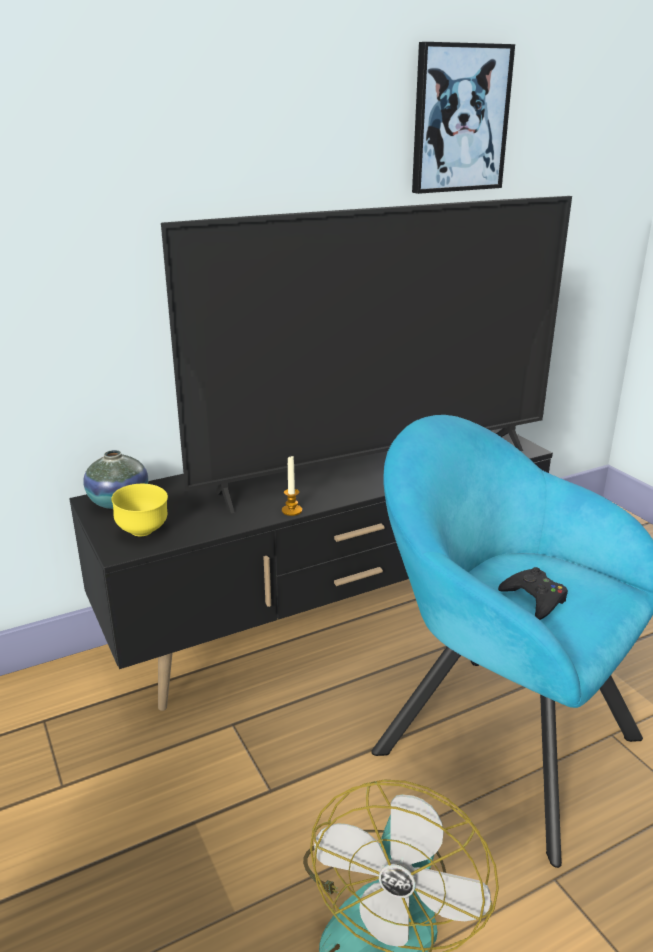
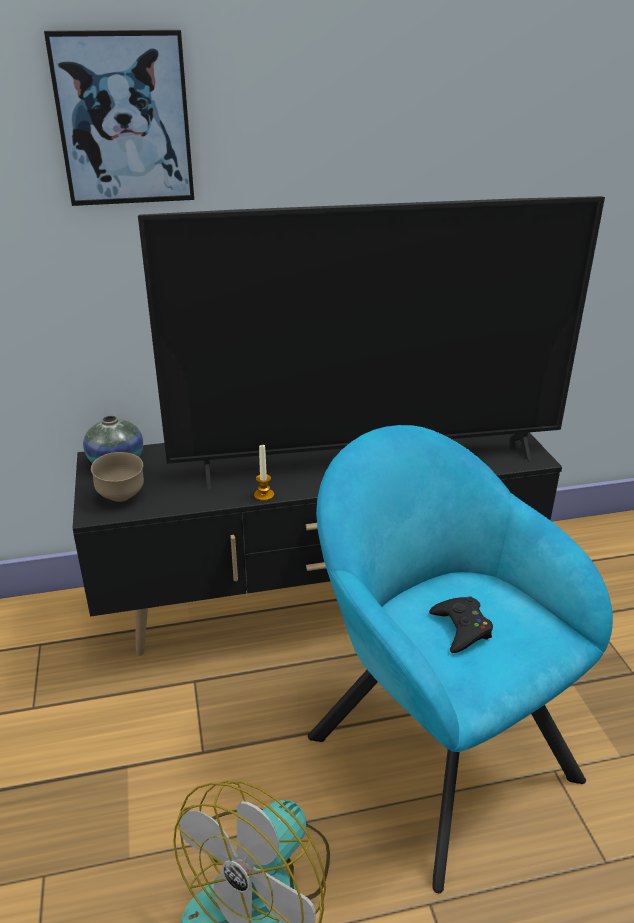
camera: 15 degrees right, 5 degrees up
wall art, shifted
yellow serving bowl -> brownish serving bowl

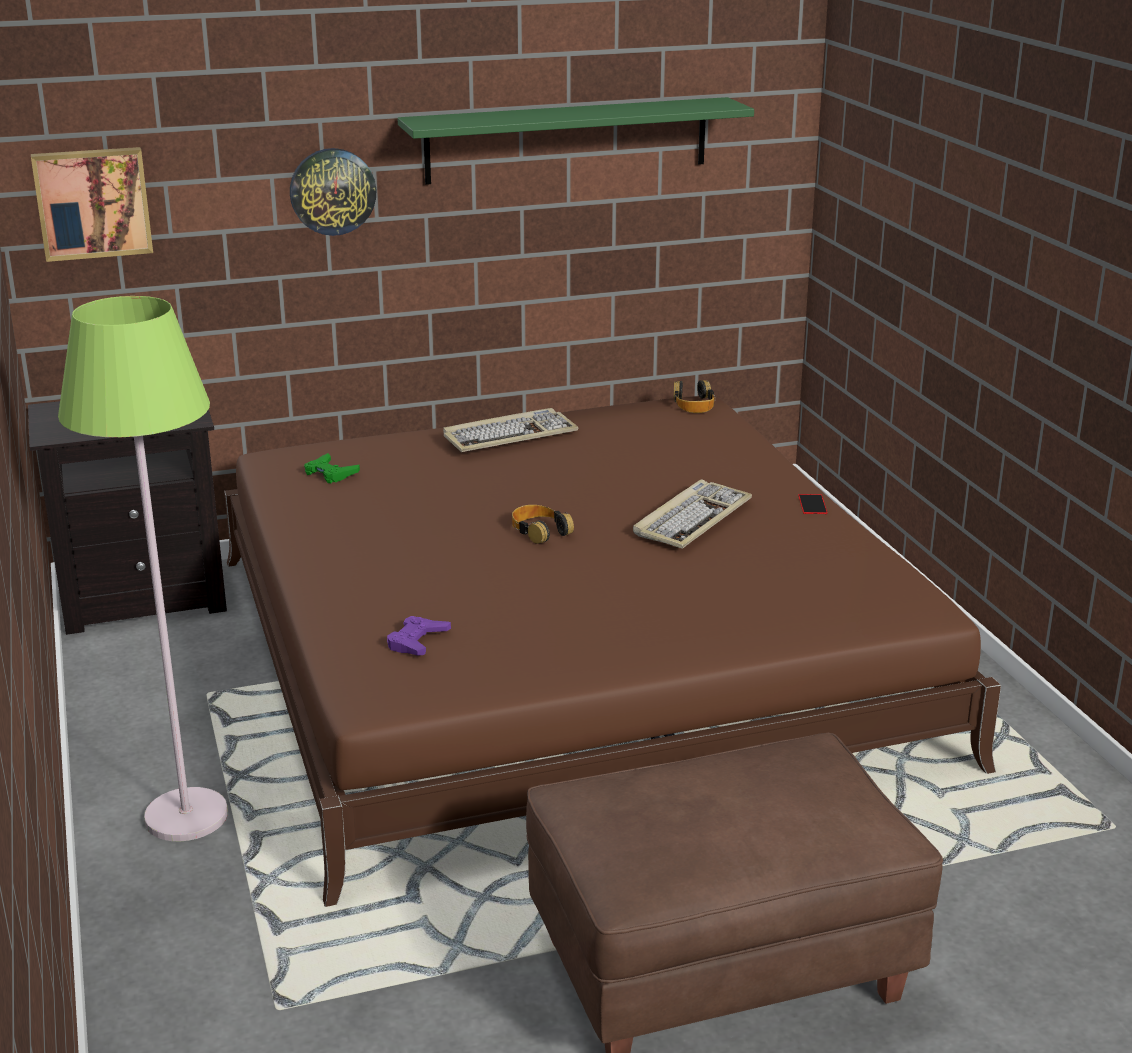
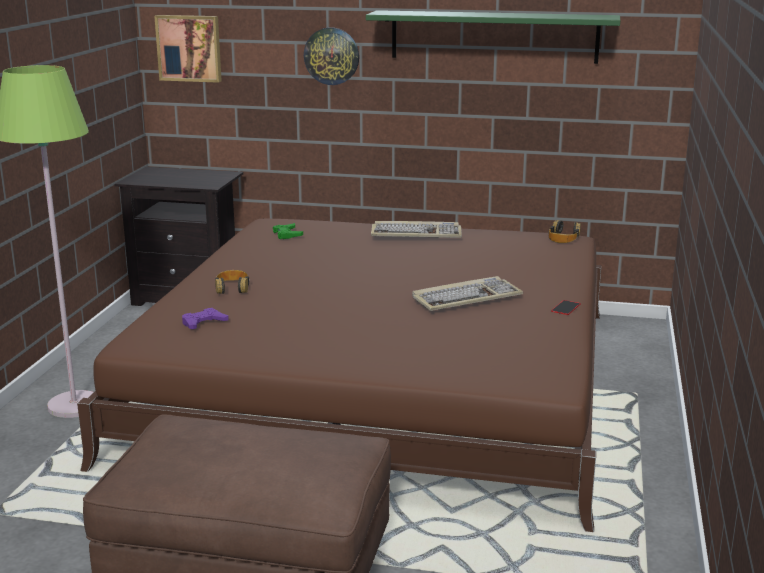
camera: 30 degrees right, 5 degrees down
headset (no. 1 from left), shifted

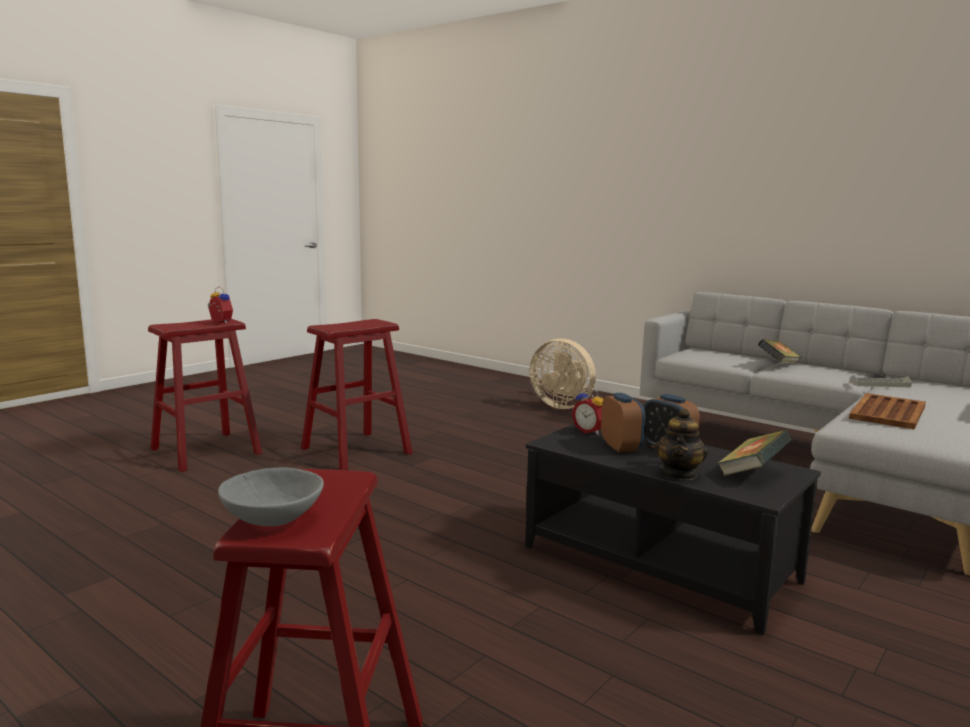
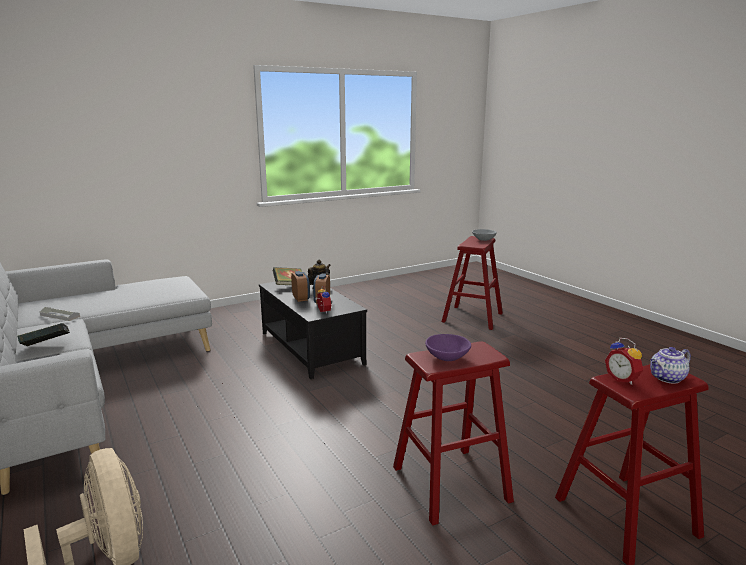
camera: 160 degrees left, 5 degrees up
none -> purple-coloured serving bowl
none -> pot for tea (no. 2 from left)
brownish tray -> none

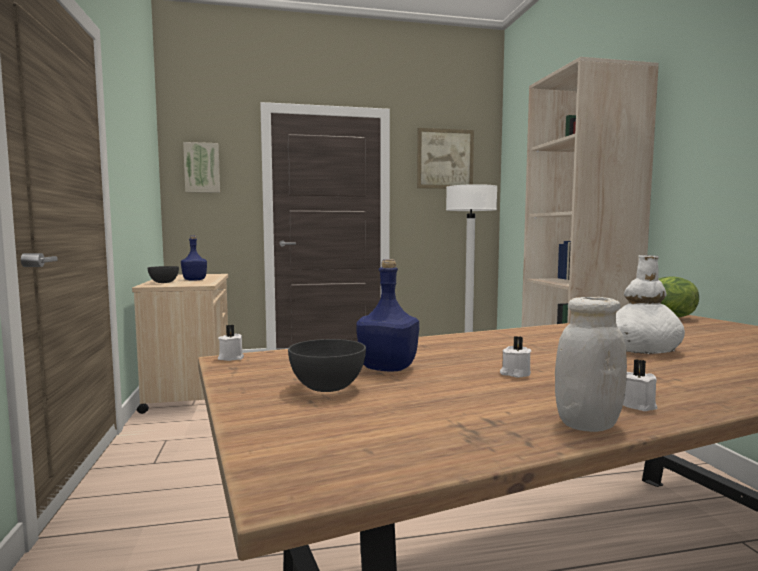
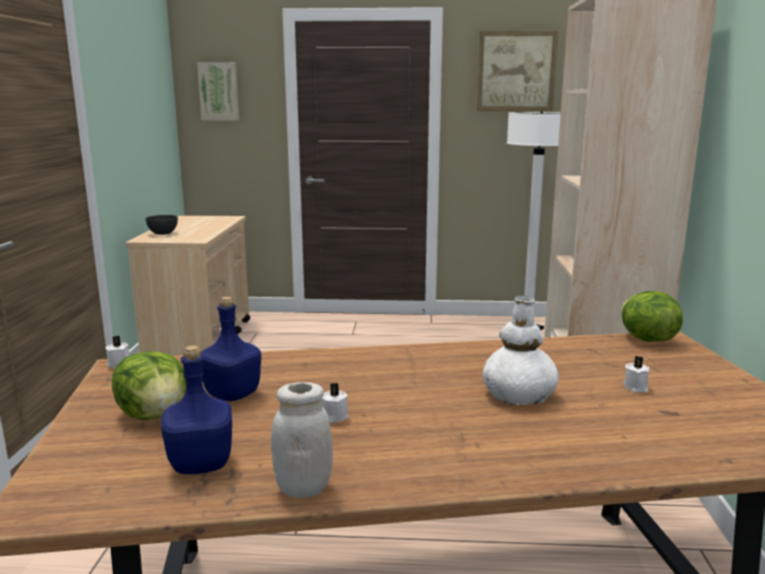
camera: 15 degrees right, 10 degrees up
greyish serving bowl (no. 2 from left) -> lettuce head (no. 1 from left)
blue bottle (no. 1 from left), shifted
white candle (no. 3 from left), shifted

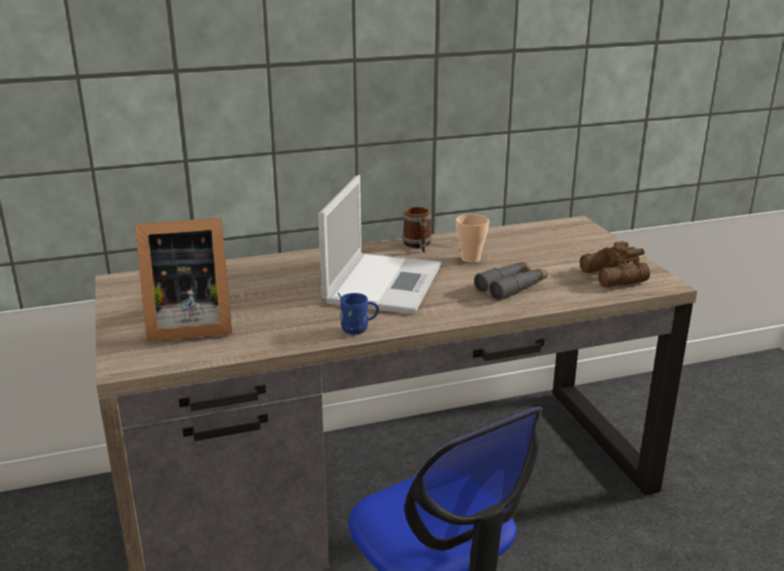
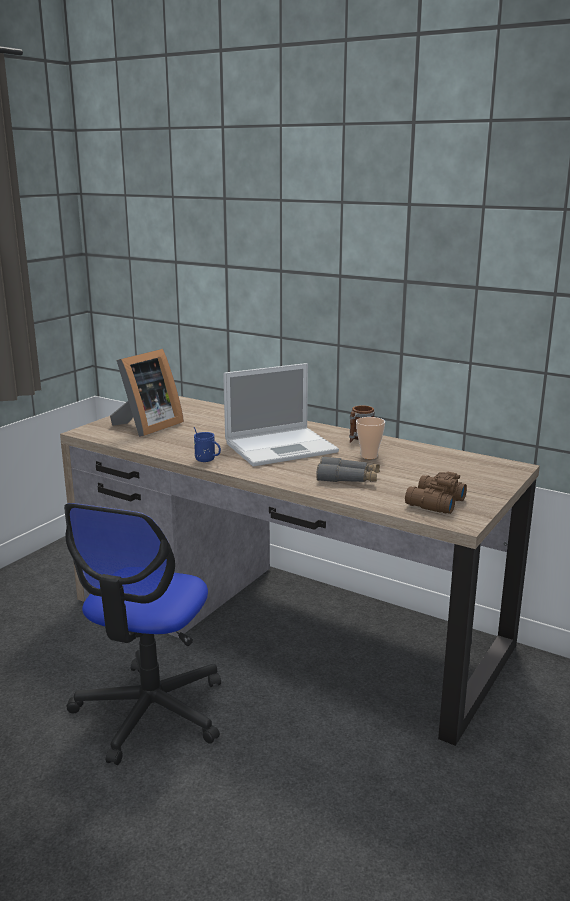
camera: 50 degrees right, 5 degrees down
photo frame, 90 degrees counterclockwise

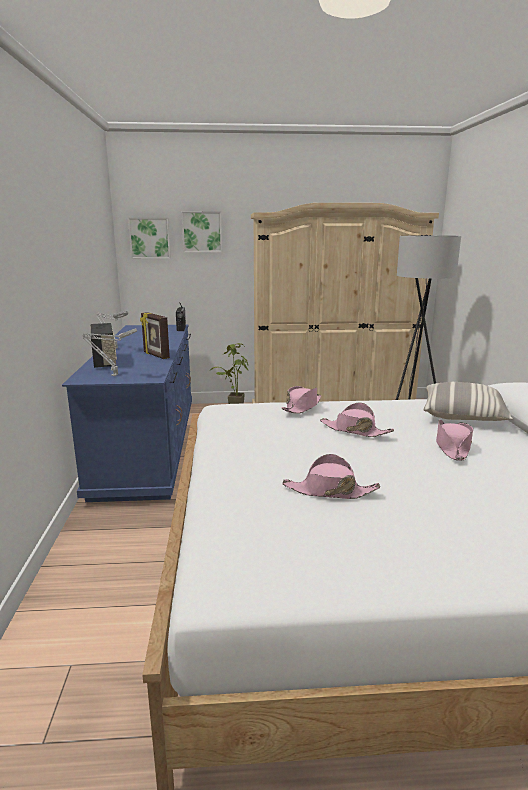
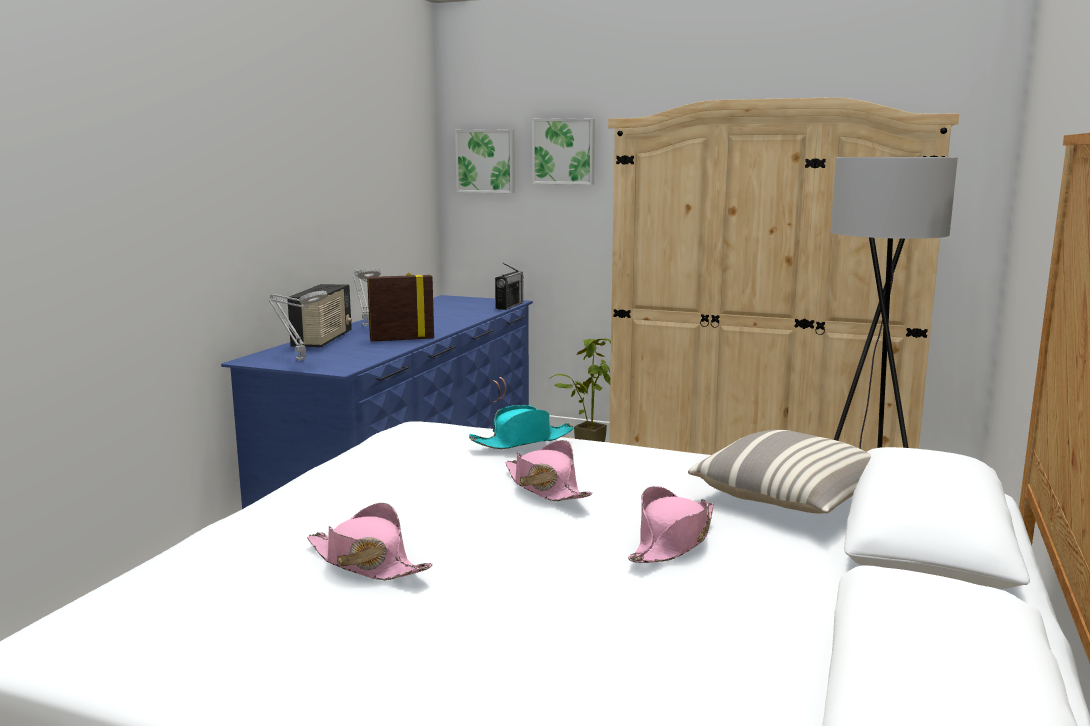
camera: 25 degrees right, 5 degrees down
photo frame, 90 degrees clockwise
pink clothing hat (no. 1 from left) -> blue-green clothing hat

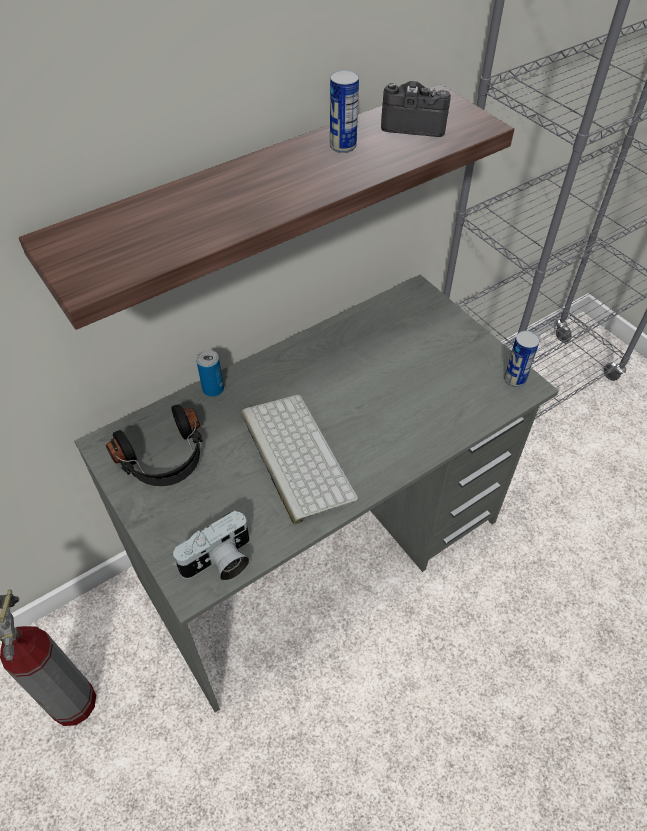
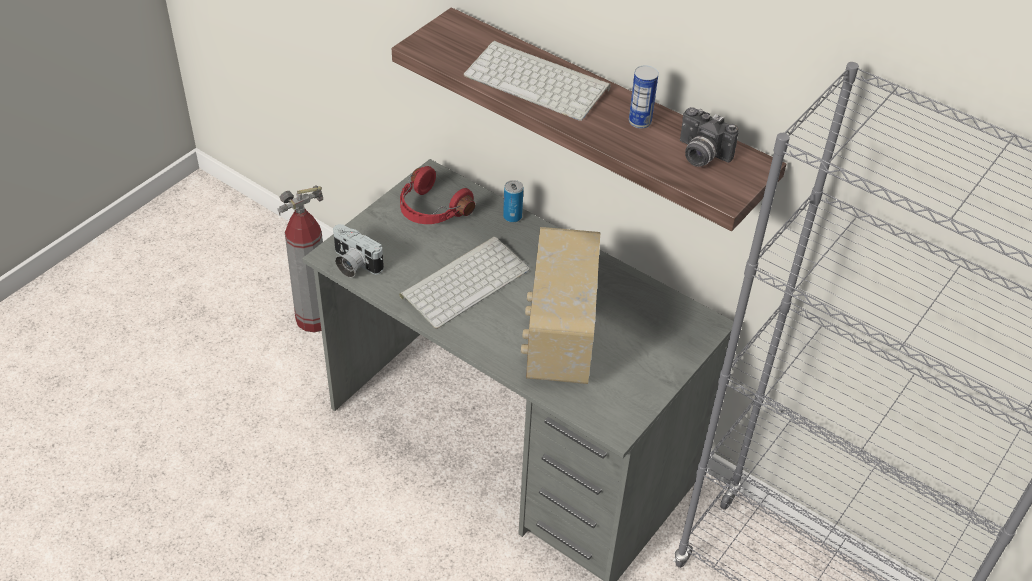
camera: 70 degrees right, 5 degrees down
blackish headset -> reddish headset
none -> computer keyboard (no. 2 from left)
none -> radio receiver
photo camera (no. 2 from left), 135 degrees clockwise
can (no. 3 from left) -> none

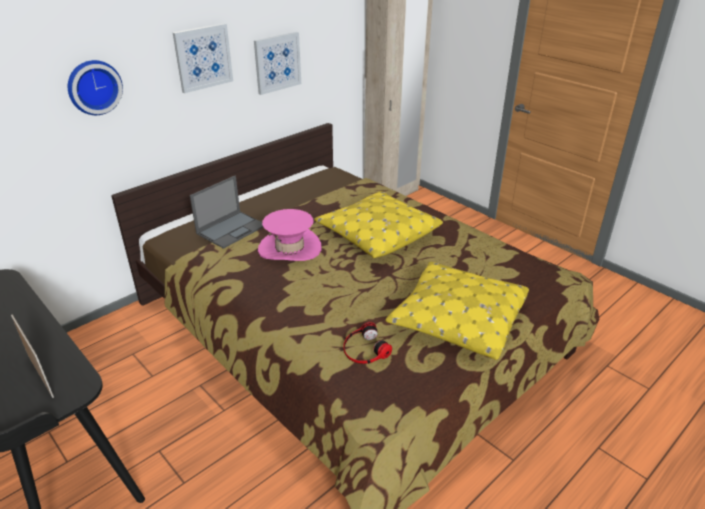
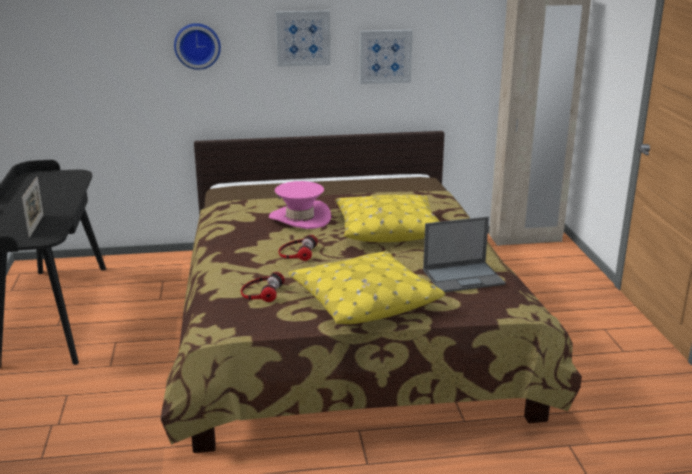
camera: 35 degrees right, 10 degrees down
none -> headset (no. 2 from left)
notebook computer, shifted

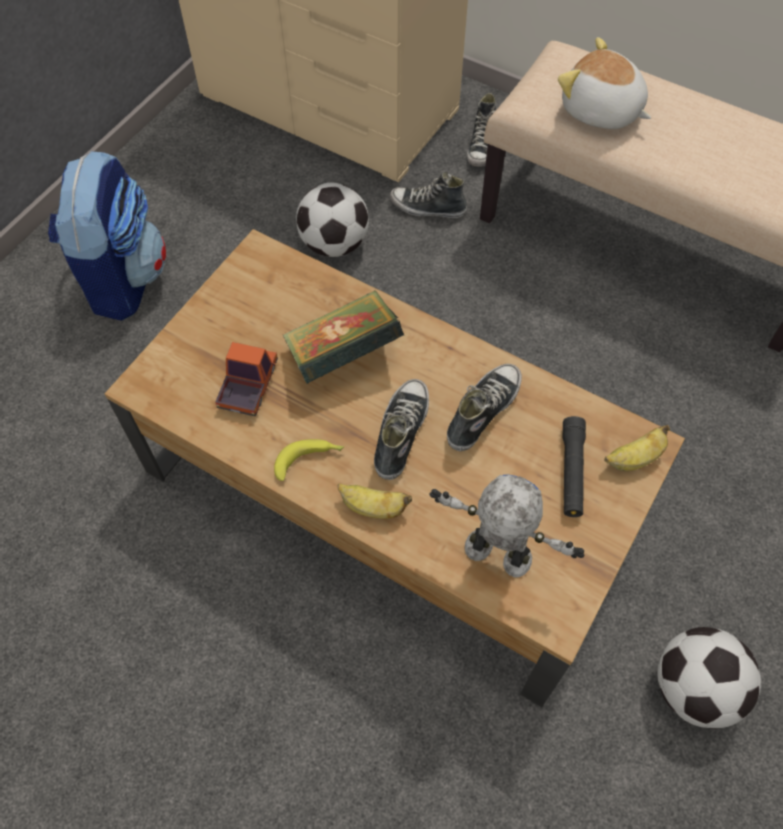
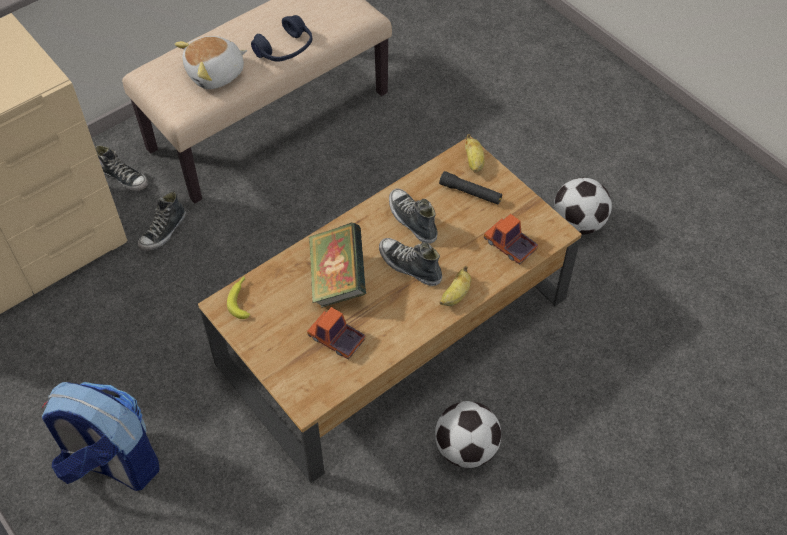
camera: 70 degrees left, 5 degrees down
banana (no. 1 from left), shifted
none -> blue headset
ball for football (no. 1 from left), shifted
toy robot -> model truck (no. 2 from left)

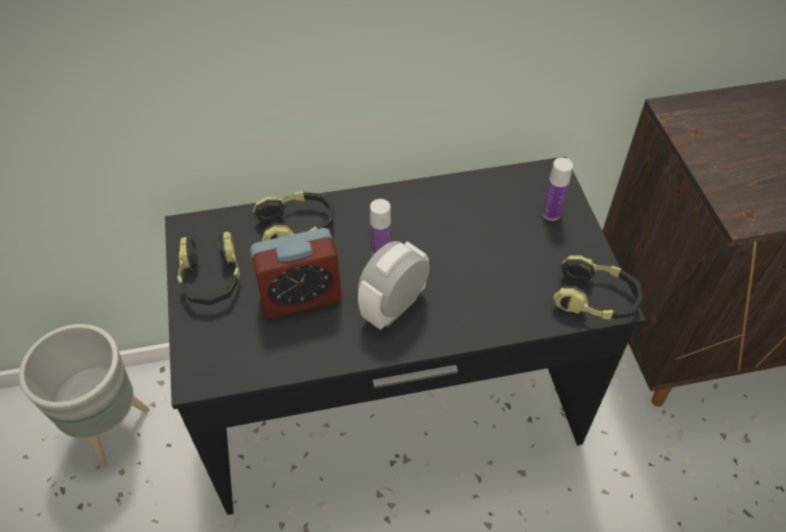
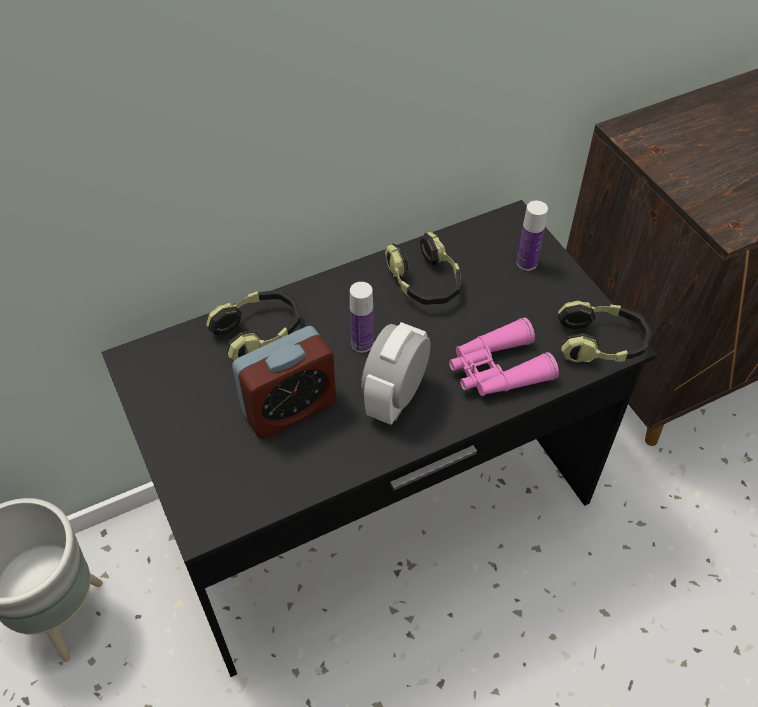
camera: 15 degrees left, 0 degrees up
headset (no. 1 from left in the first image) -> headset (no. 2 from left), shifted
none -> pink field glasses

